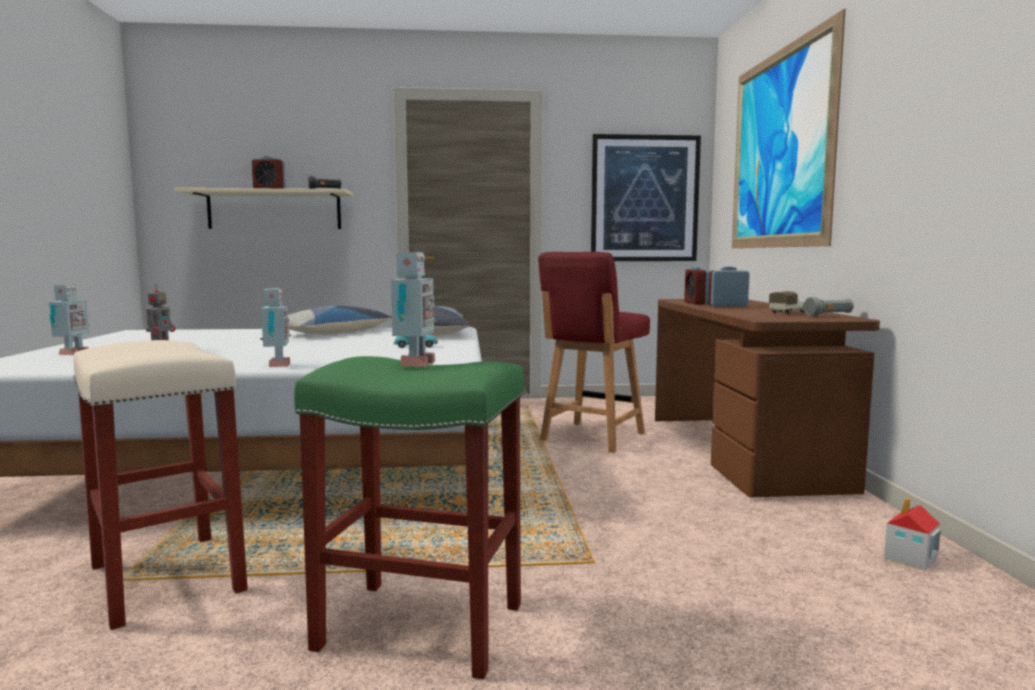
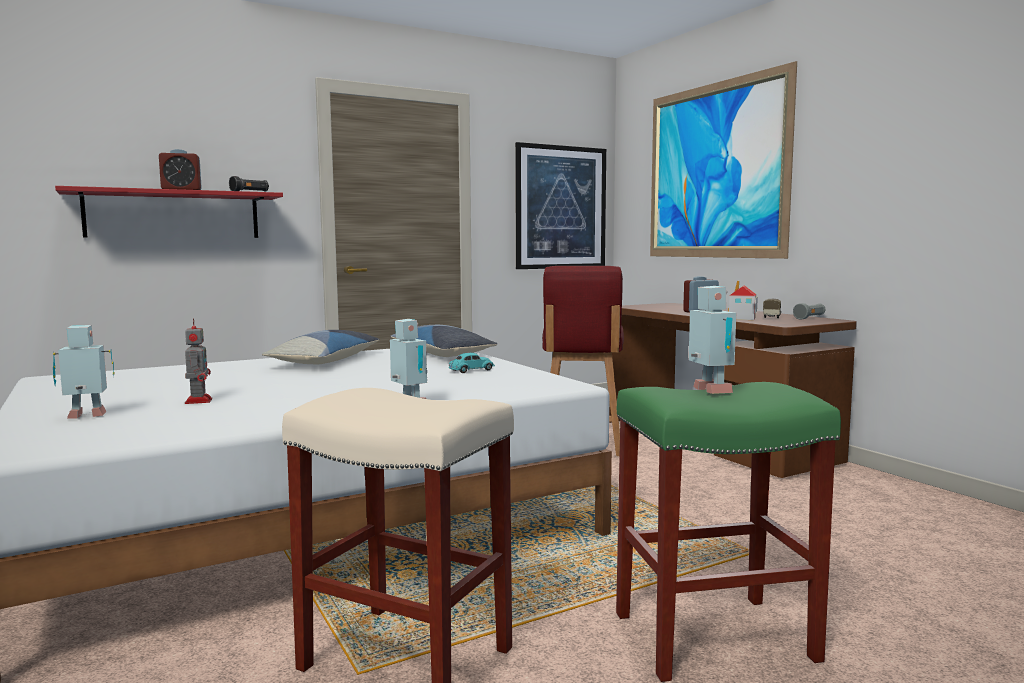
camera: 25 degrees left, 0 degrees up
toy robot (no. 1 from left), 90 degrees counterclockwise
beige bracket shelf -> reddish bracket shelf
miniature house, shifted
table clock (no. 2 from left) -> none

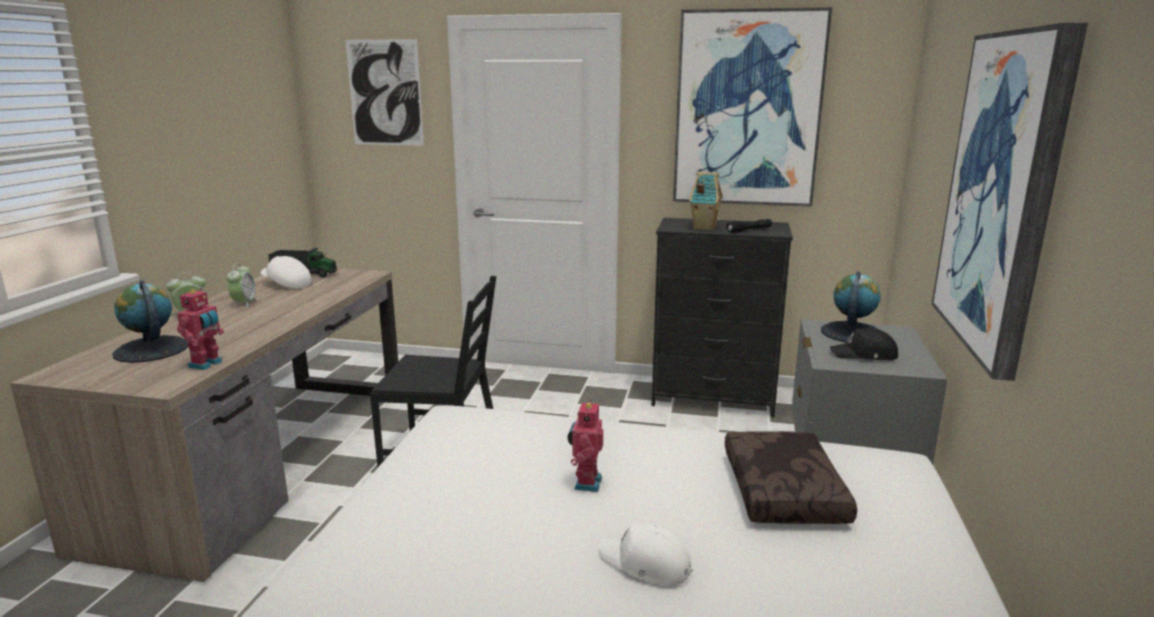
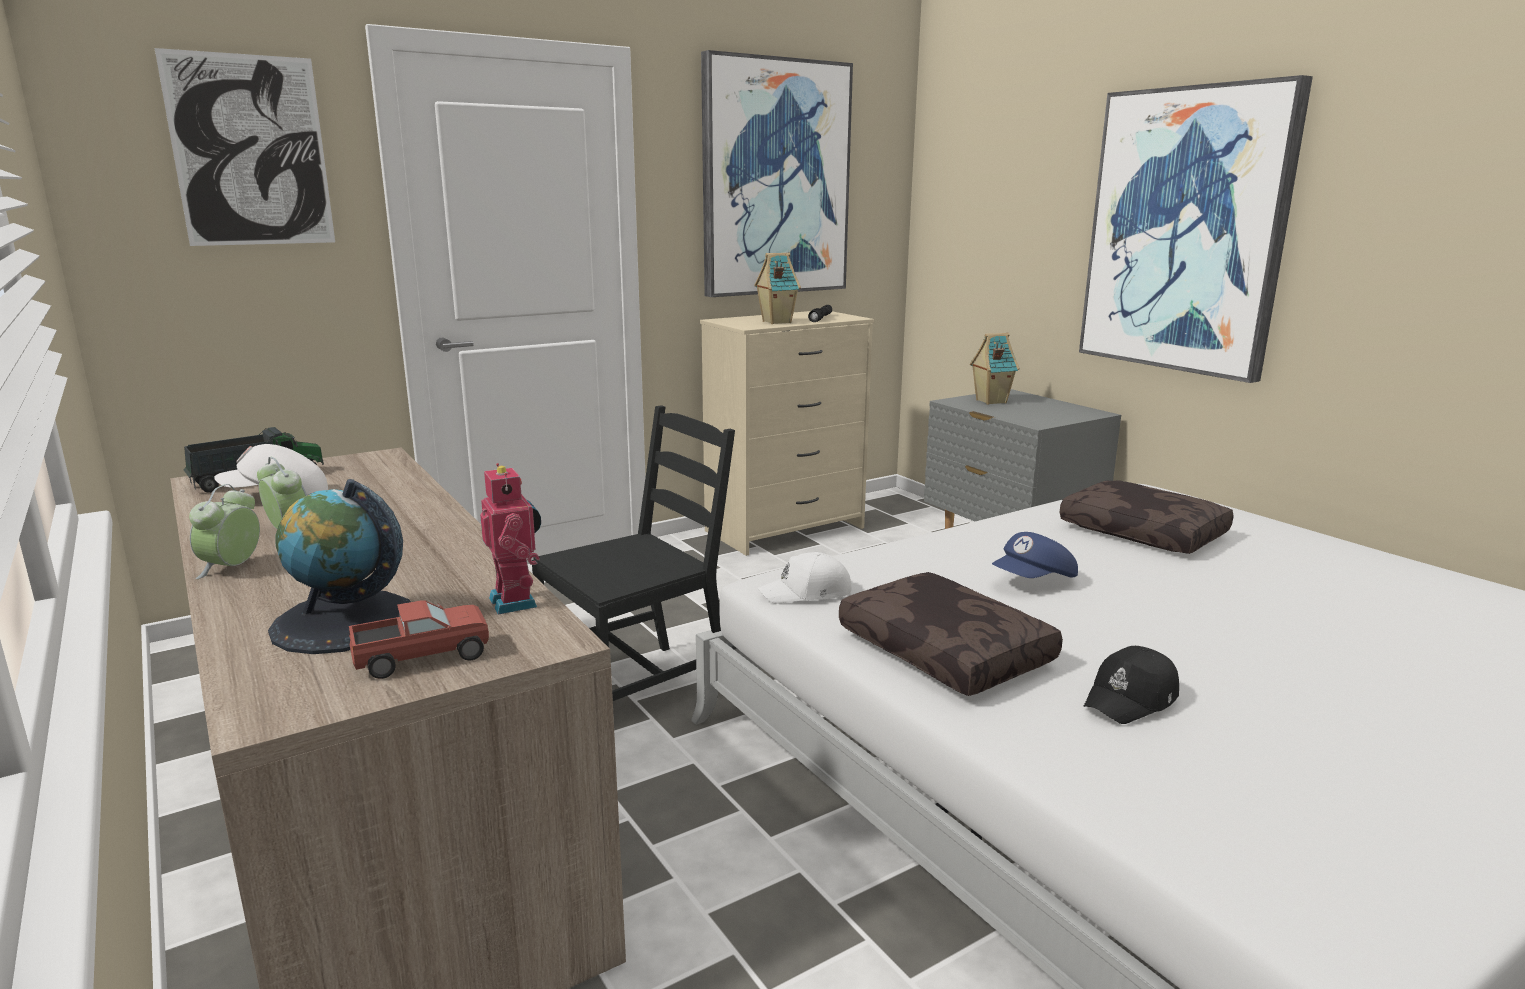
camera: 45 degrees left, 0 degrees up
none -> model truck (no. 2 from left)
blackish dresser -> beige dresser
white peaked cap (no. 2 from left), shifted
none -> brownish pillow (no. 1 from left)
world globe (no. 2 from left) -> miniature house (no. 2 from left)
toy robot (no. 2 from left) -> blue peaked cap
blackish peaked cap, shifted

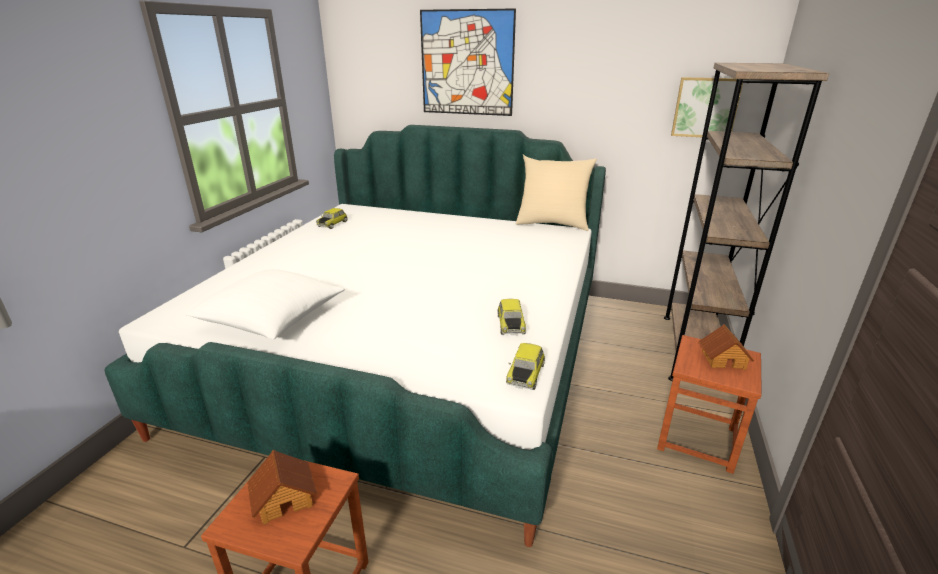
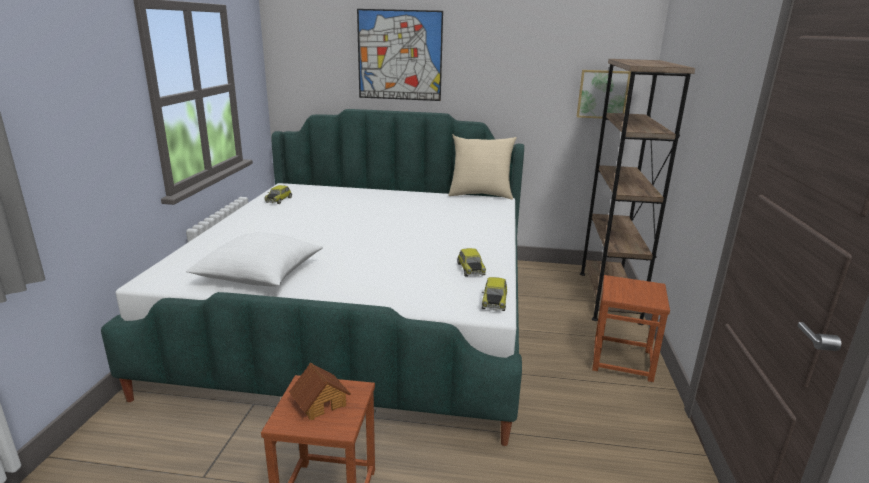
camera: 10 degrees left, 5 degrees down
miniature house (no. 2 from left) -> none

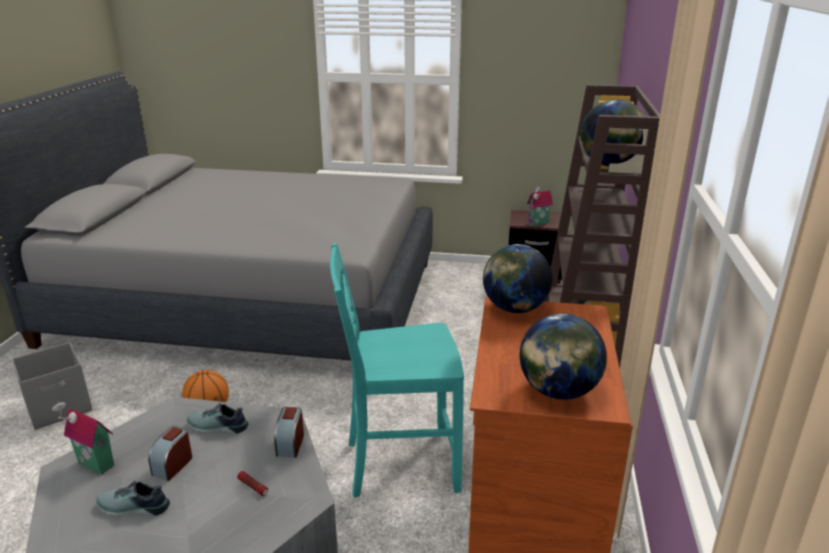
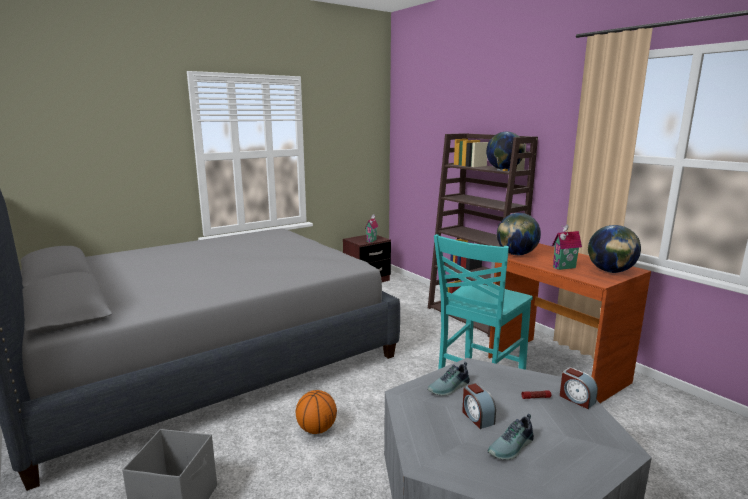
camera: 45 degrees left, 10 degrees down
miniature house (no. 1 from left in the first image) -> miniature house (no. 2 from left), shifted
table clock (no. 2 from left), shifted

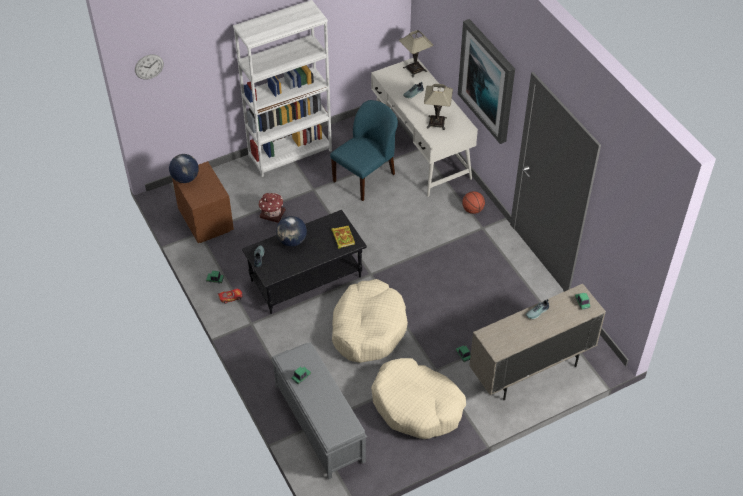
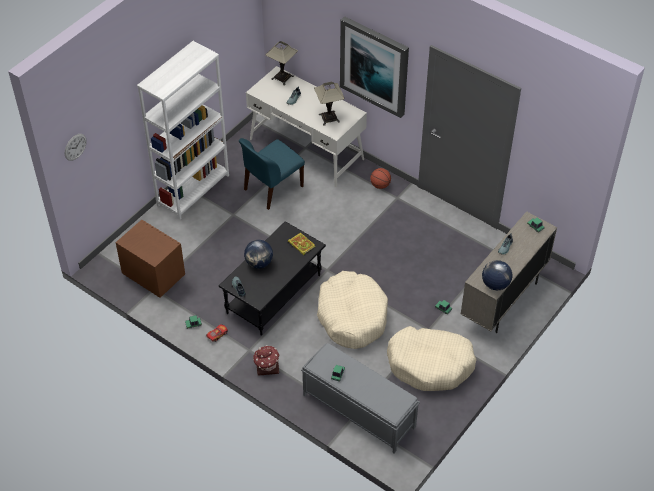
camera: 25 degrees left, 0 degrees up
blue upright chair, 150 degrees counterclockwise
miniature house, shifted
world globe (no. 1 from left in the first image) -> world globe (no. 2 from left), shifted

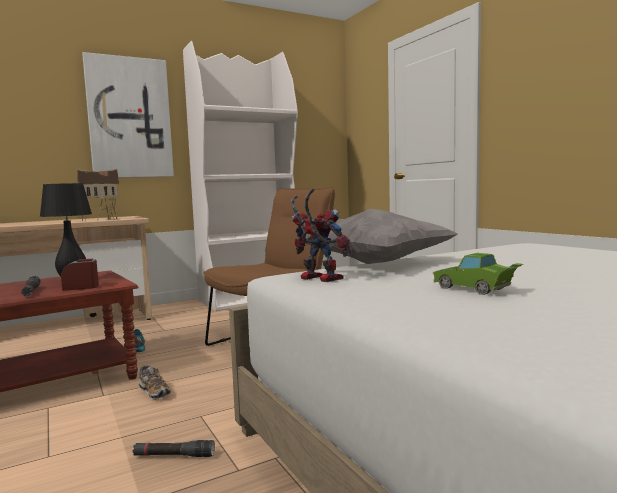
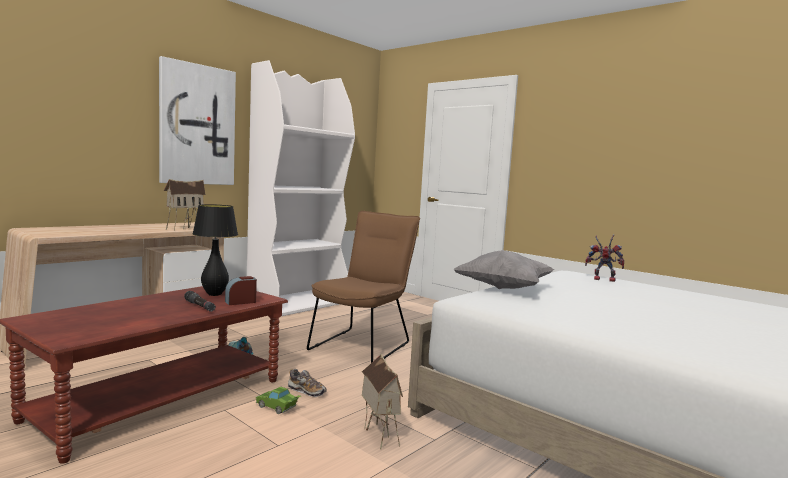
camera: 20 degrees left, 0 degrees up
green model car, shifted
blackish hand torch (no. 2 from left) -> miniature house (no. 2 from left)
toy robot, shifted

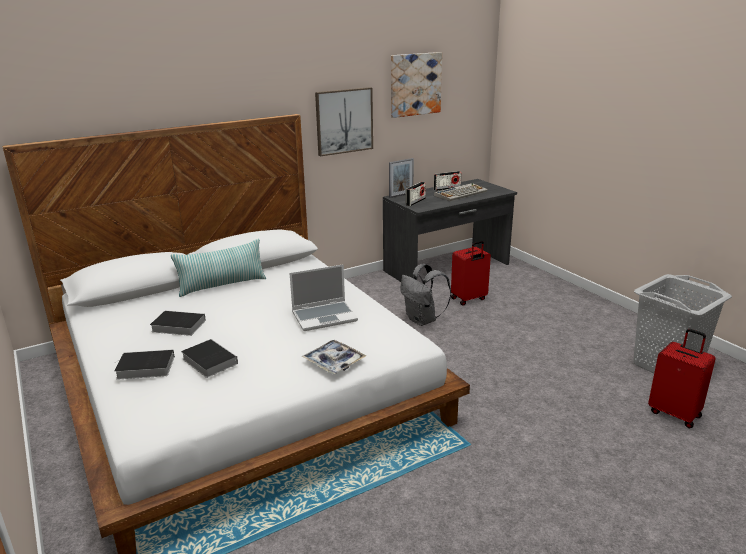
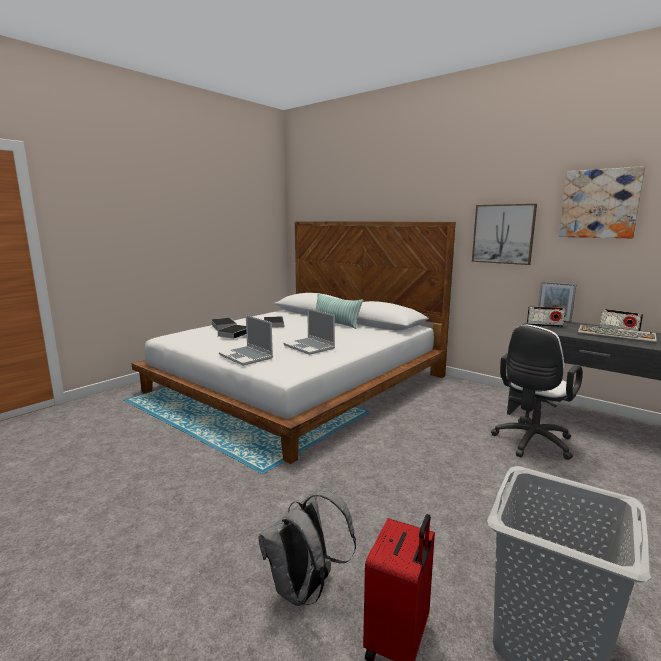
camera: 70 degrees right, 10 degrees down
tray -> notebook computer (no. 1 from left)
greyish knapsack, shifted
reddish travel case (no. 1 from left) -> white desk chair

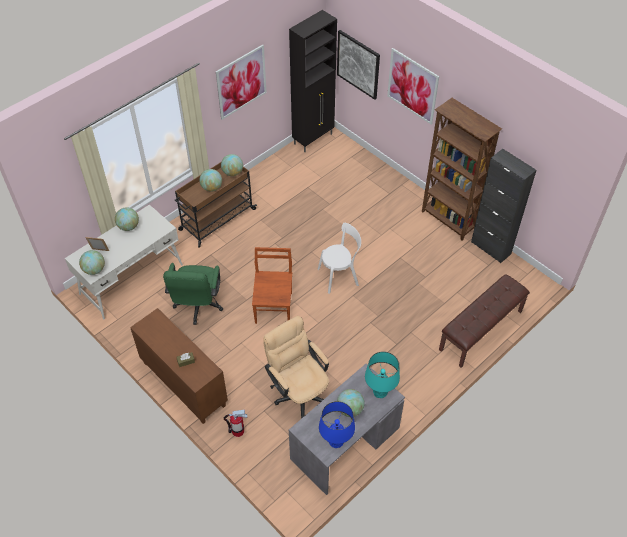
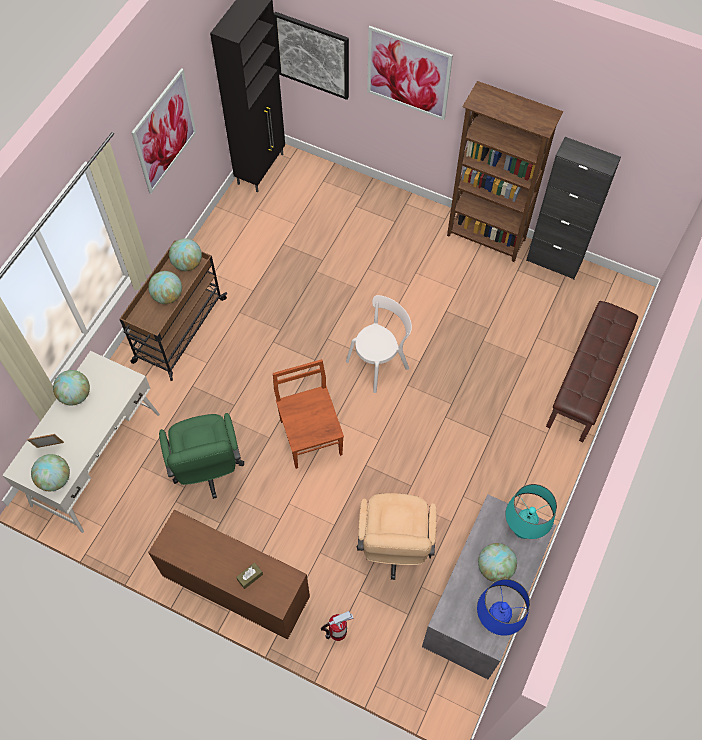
camera: 20 degrees left, 10 degrees up
beige desk chair, 120 degrees counterclockwise

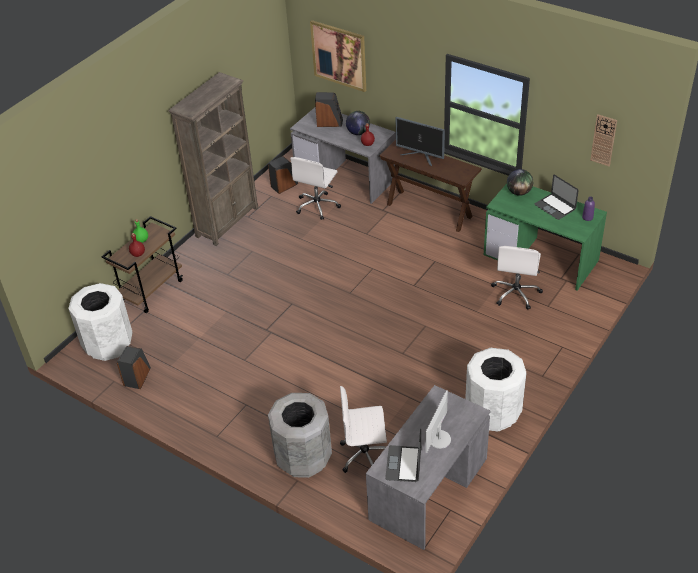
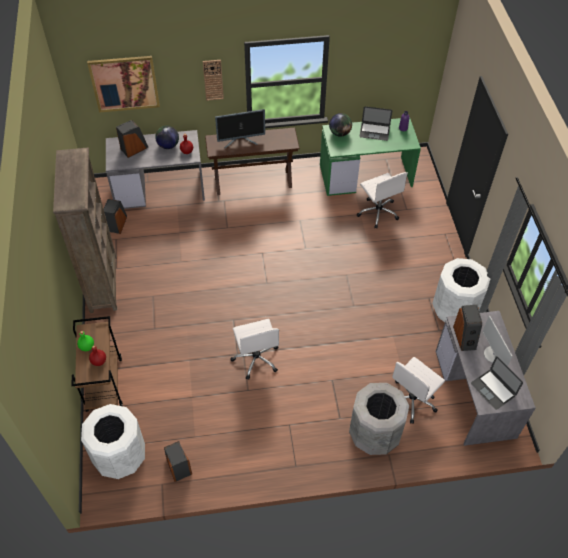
camera: 45 degrees left, 10 degrees up
hanging clock, shifted
white desk chair (no. 1 from left), shifted
none -> speaker (no. 4 from left)

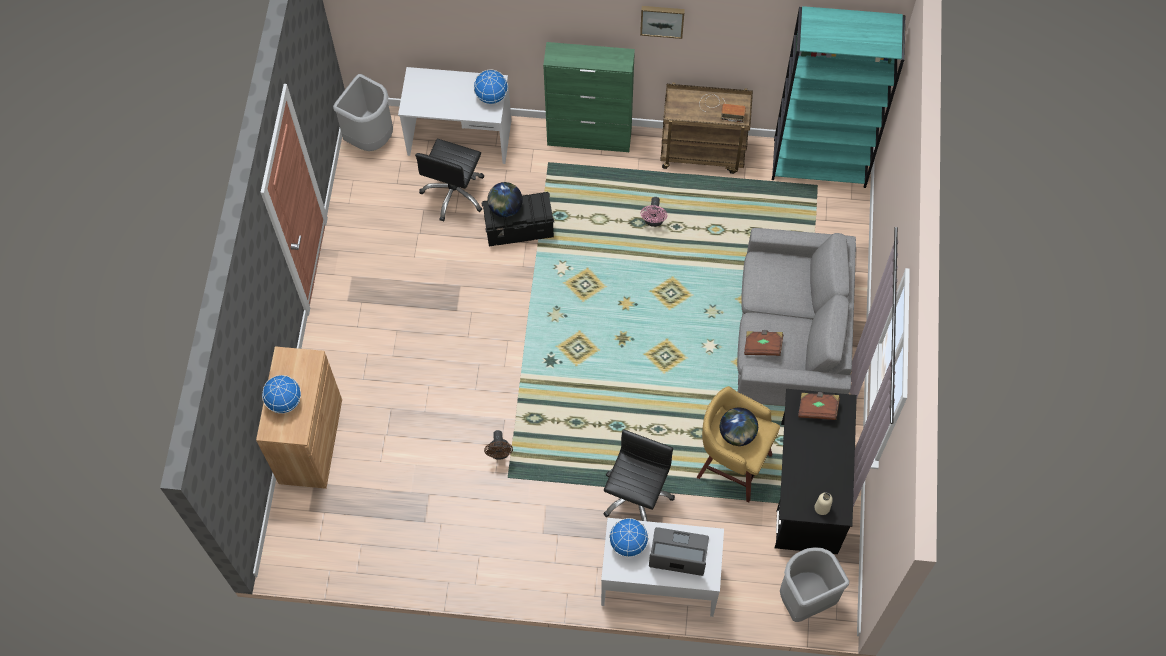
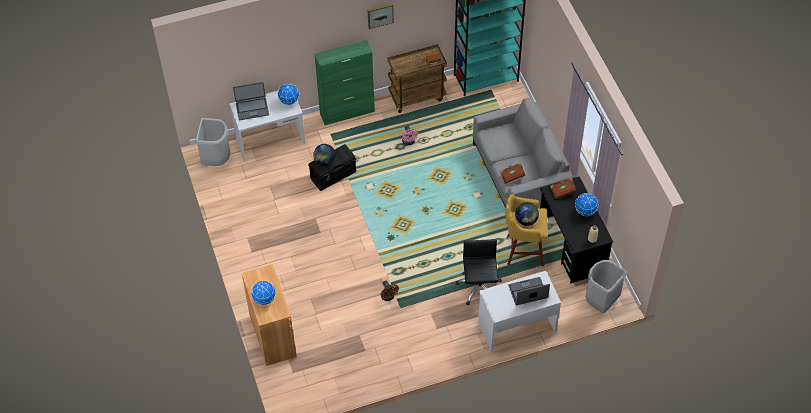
camera: 25 degrees left, 10 degrees down
none -> notebook computer (no. 1 from left)
world globe (no. 4 from left in the first image) -> world globe (no. 5 from left), shifted
blackish desk chair (no. 1 from left) -> none

